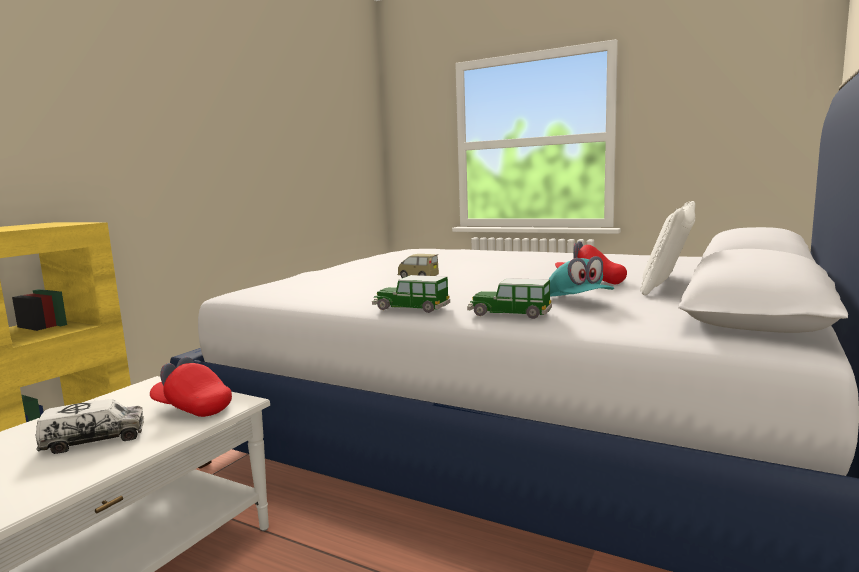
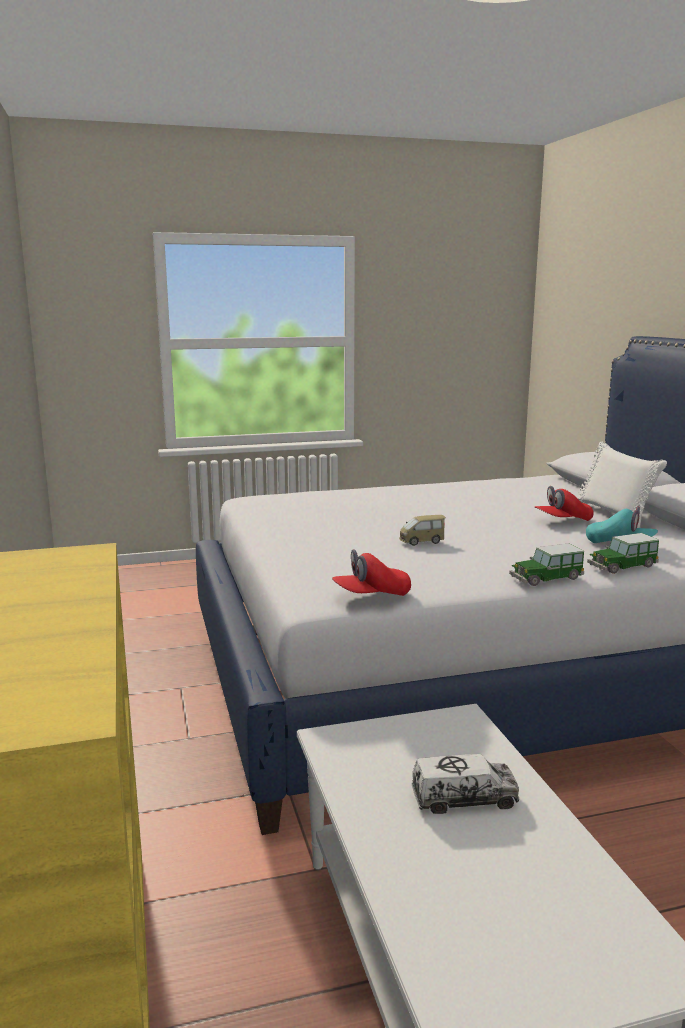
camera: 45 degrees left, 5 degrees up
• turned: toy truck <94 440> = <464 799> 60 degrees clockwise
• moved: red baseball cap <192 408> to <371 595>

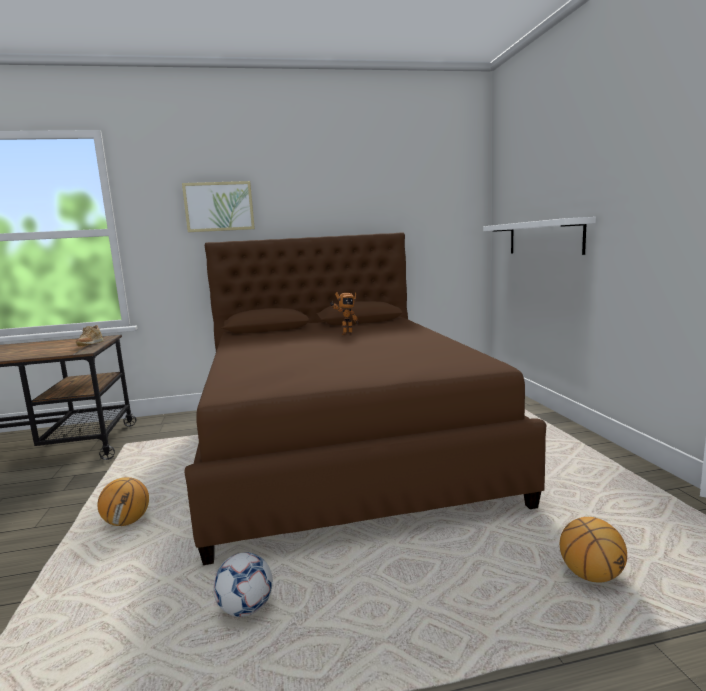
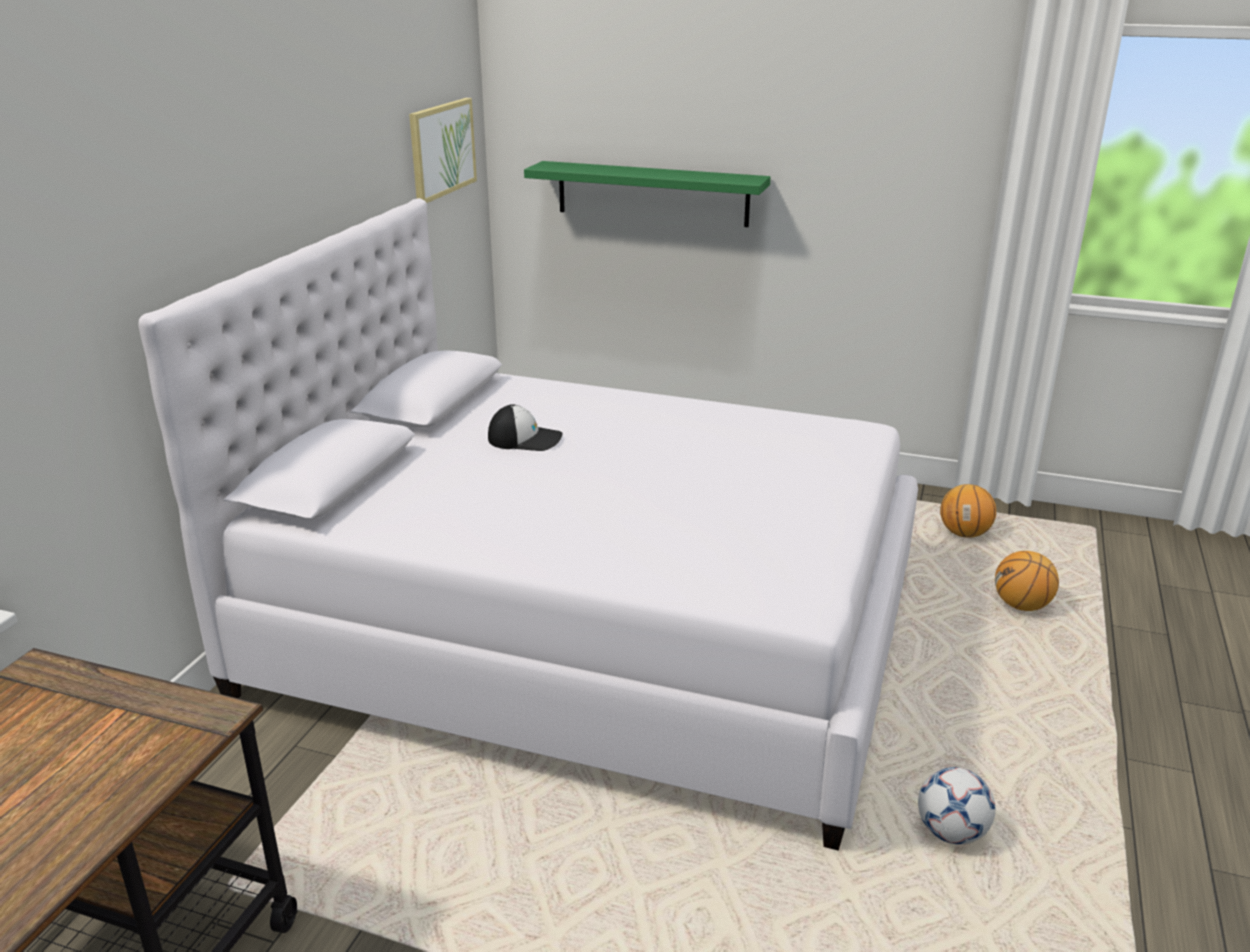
camera: 60 degrees left, 15 degrees up
• removed: beige-coloured low shoe <89 345>
• moved: basketball ball <127 522> to <964 534>
• moved: picture <219 206> to <442 149>
• recoloured: brown sleeping bed <341 445> to white sleeping bed <590 631>
• replaced: model robot <345 333> to baseball cap <525 439>
• recoloured: white shelf <544 237> to greenish shelf <652 193>

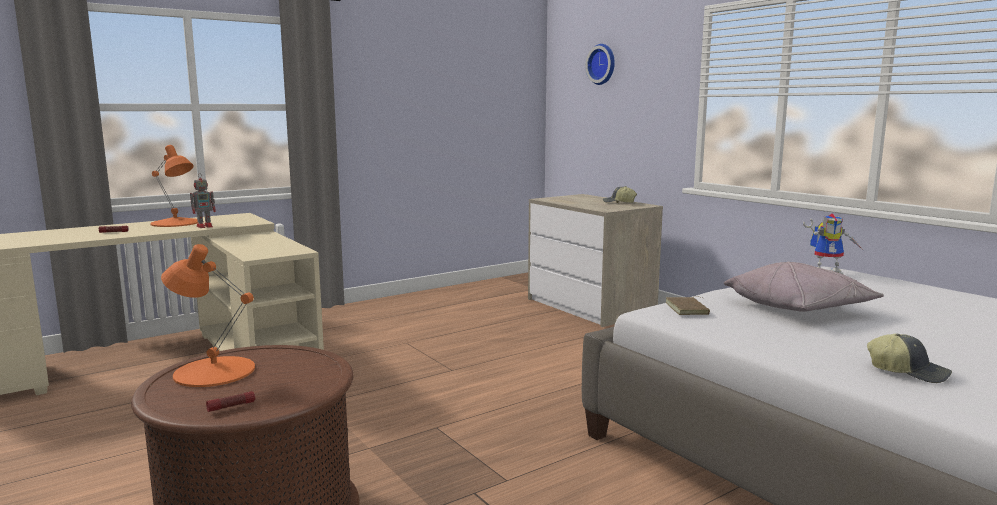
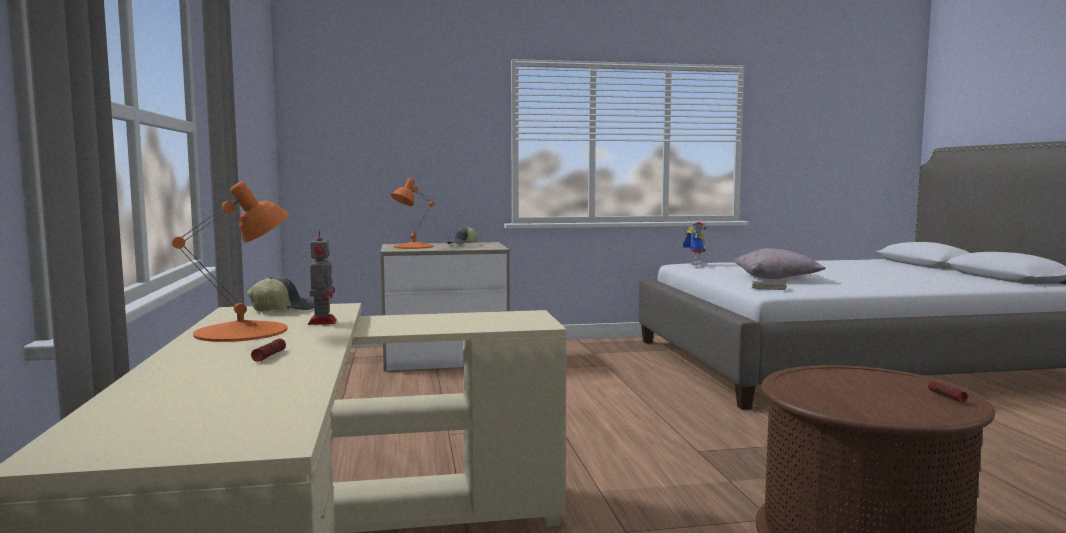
camera: 65 degrees left, 5 degrees down
• moved: orangey lamp for a table <214 371> to <413 246>
• removed: clock on the wall <602 64>
• moved: baseball cap <908 371> to <284 309>

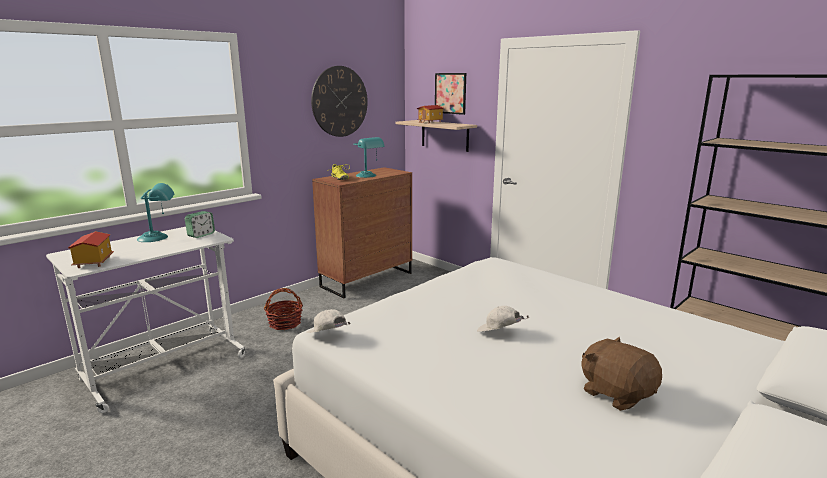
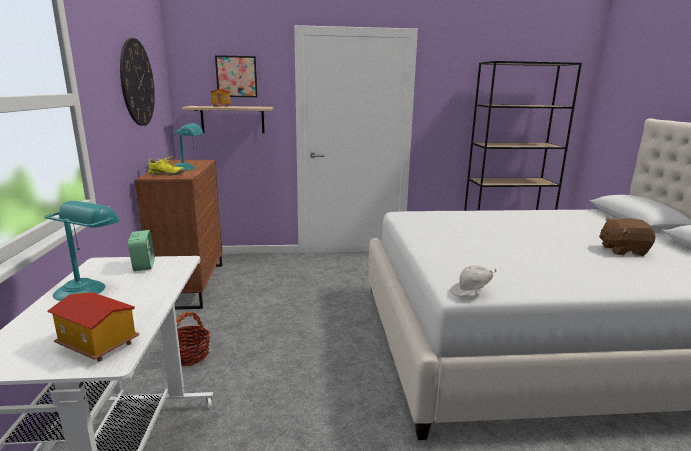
camera: 50 degrees left, 0 degrees up
• removed: white baseball cap <499 333>

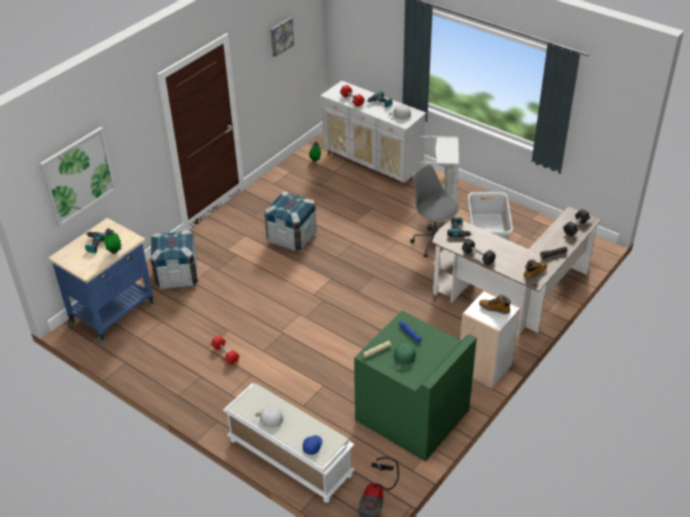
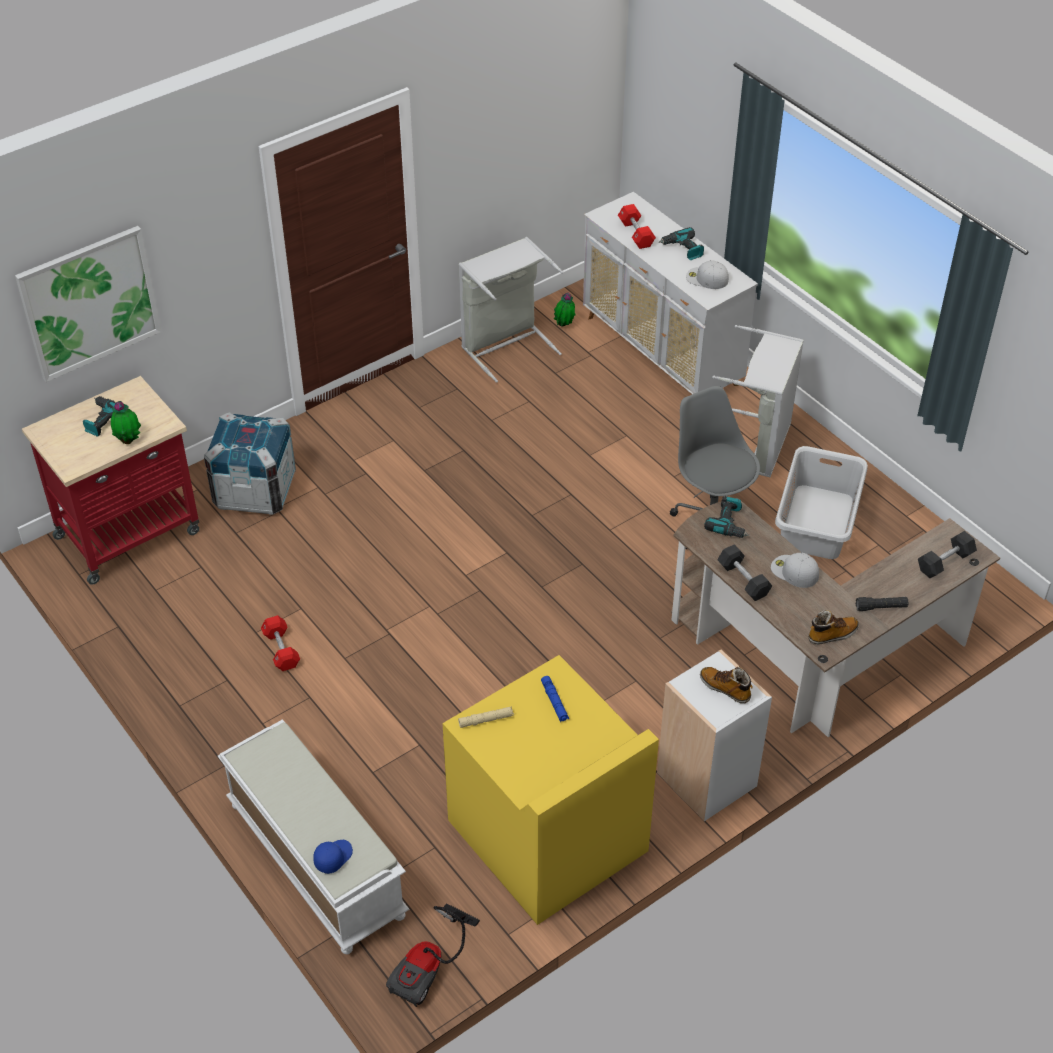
camera: 15 degrees right, 5 degrees up
• recoloured: blue cart <112 313> to red cart <129 534>
• moved: white baseball cap <267 418> to <794 571>
• removed: shipping crate <292 237>
• removed: picture <281 36>
• recoloured: greenish laundry machine <411 415> to yellow laundry machine <546 835>
• removed: greenish baseball cap <403 359>
• added: grey washing basket <506 346>

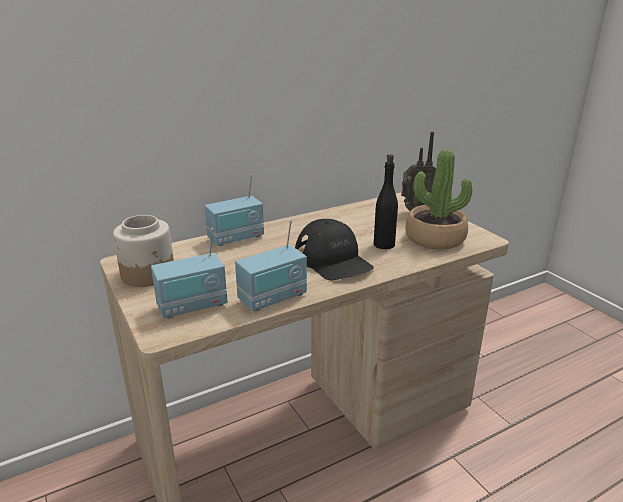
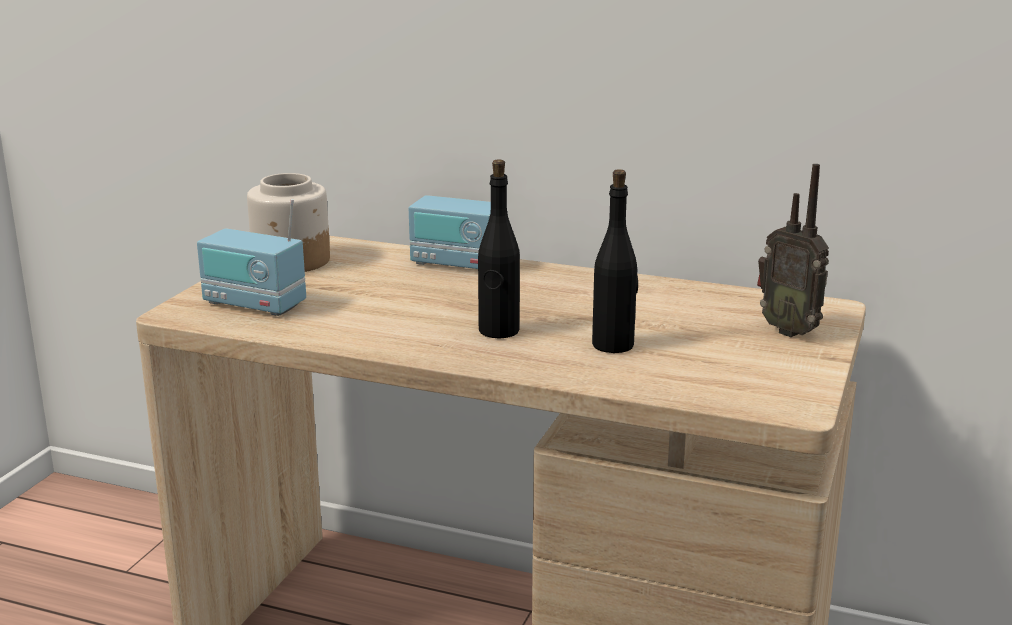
camera: 50 degrees right, 5 degrees down
• removed: radio <273 298>
• replaced: black-coloured baseball cap <333 260> to black-coloured bottle <498 331>
• removed: potted plant <435 238>

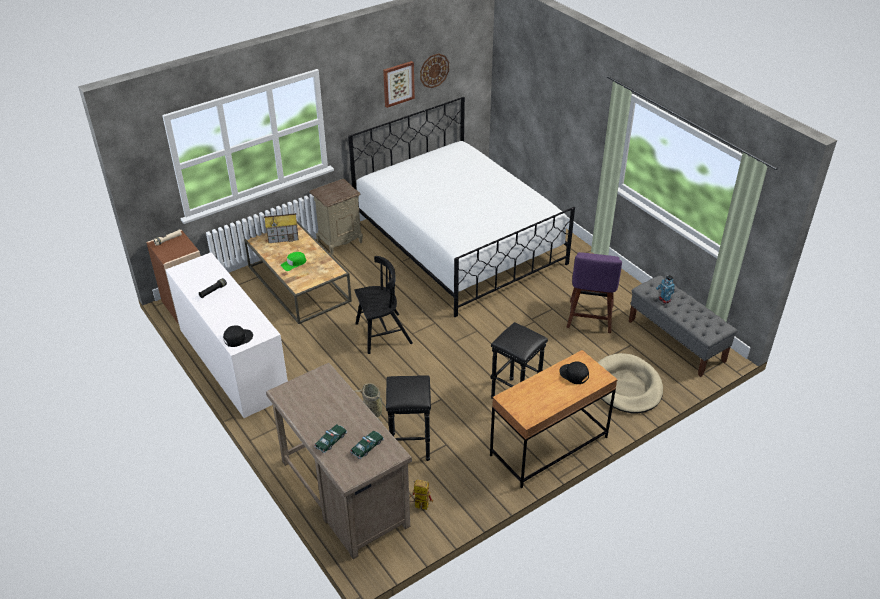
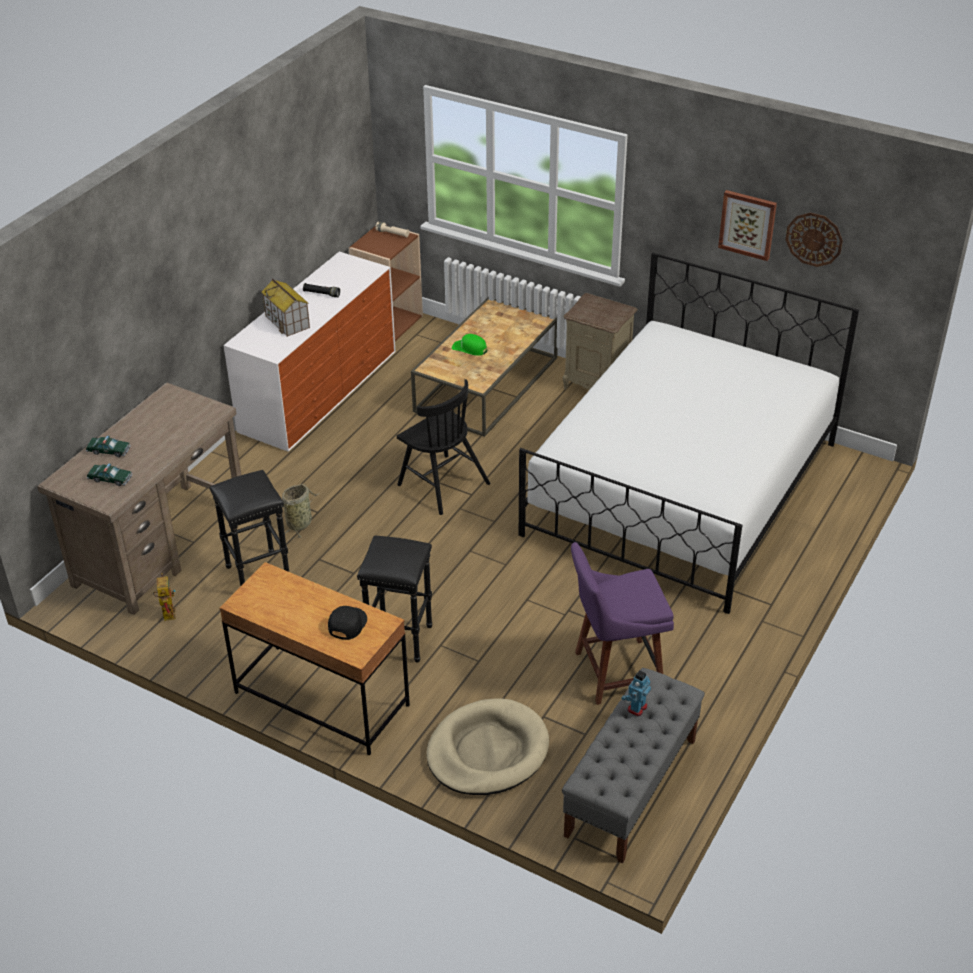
camera: 65 degrees right, 0 degrees up
• removed: black-coloured baseball cap <238 338>
• moved: model house <283 236> to <288 322>

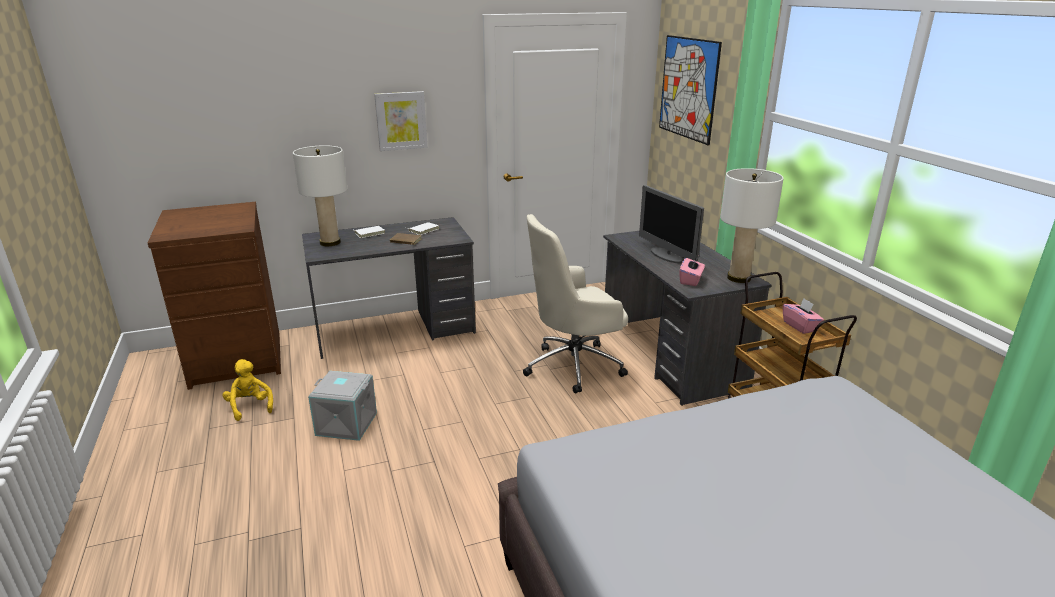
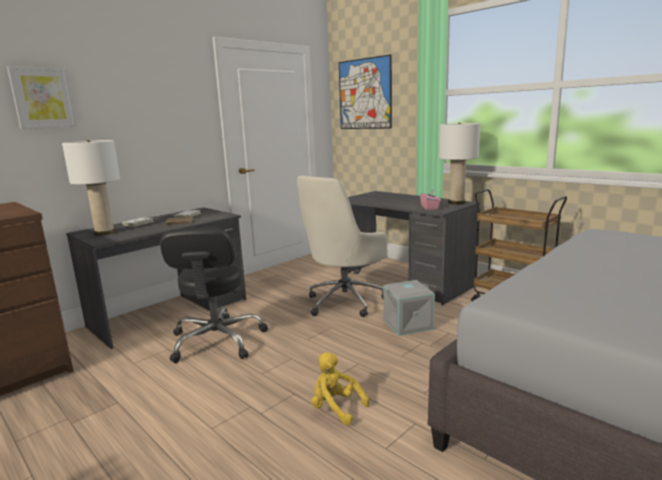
camera: 25 degrees left, 10 degrees down
• moved: yellow plush toy <250 406> to <336 408>
• moved: grey storage box <345 424> to <408 324>
• moved: picture <401 121> to <43 98>
• removed: monitor <666 256>
• removed: pinkish box of tissues <800 326>
• added: black-coloured computer chair <216 343>

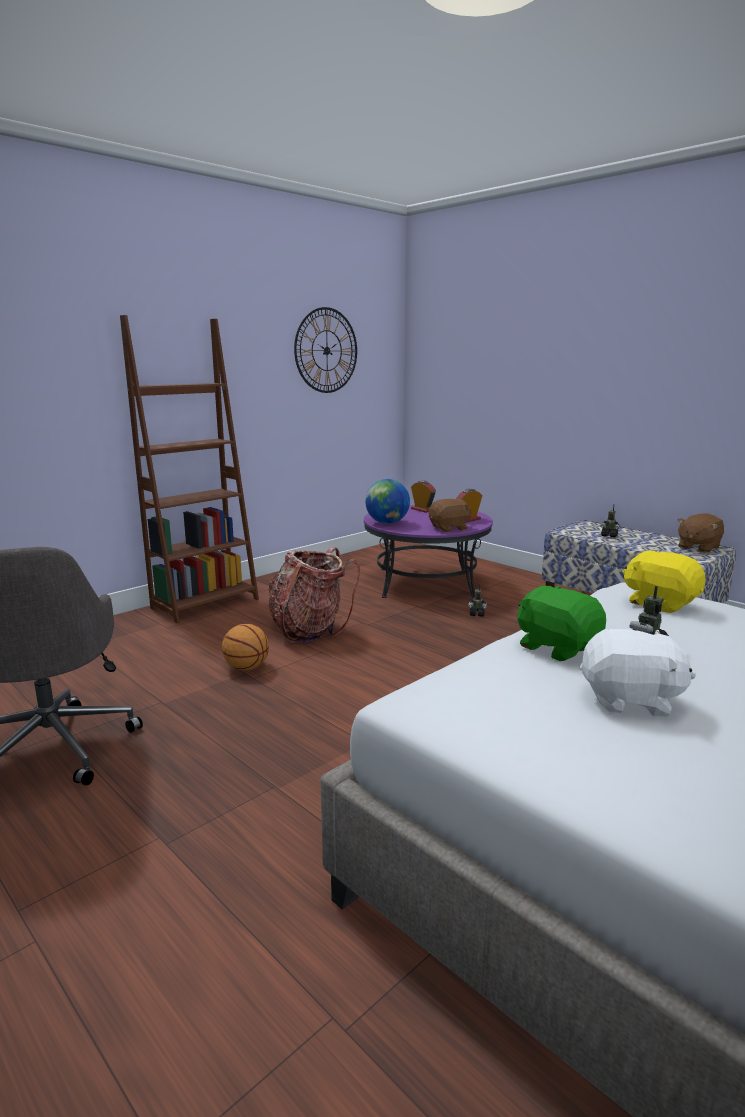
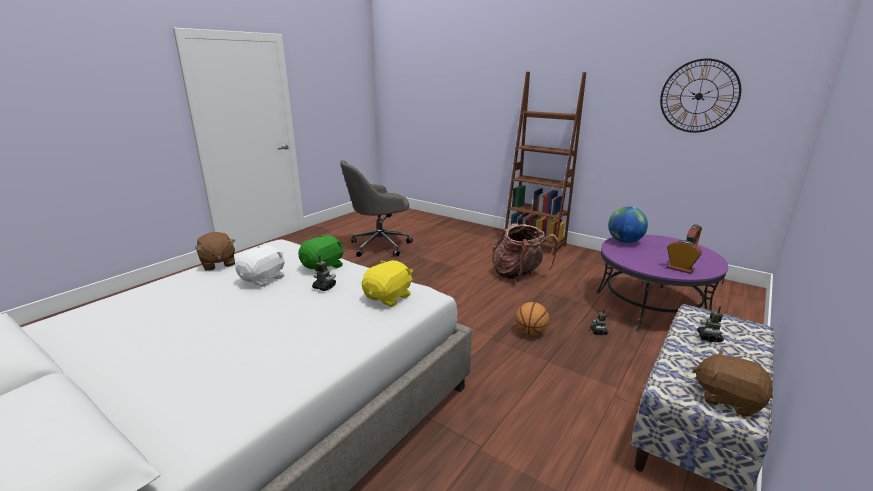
camera: 80 degrees right, 5 degrees up
• moved: basketball ball <247 668> to <531 332>
• moved: brown plush toy <450 528> to <218 264>
• turned: white plush toy <630 700> = <264 279> 150 degrees counterclockwise

